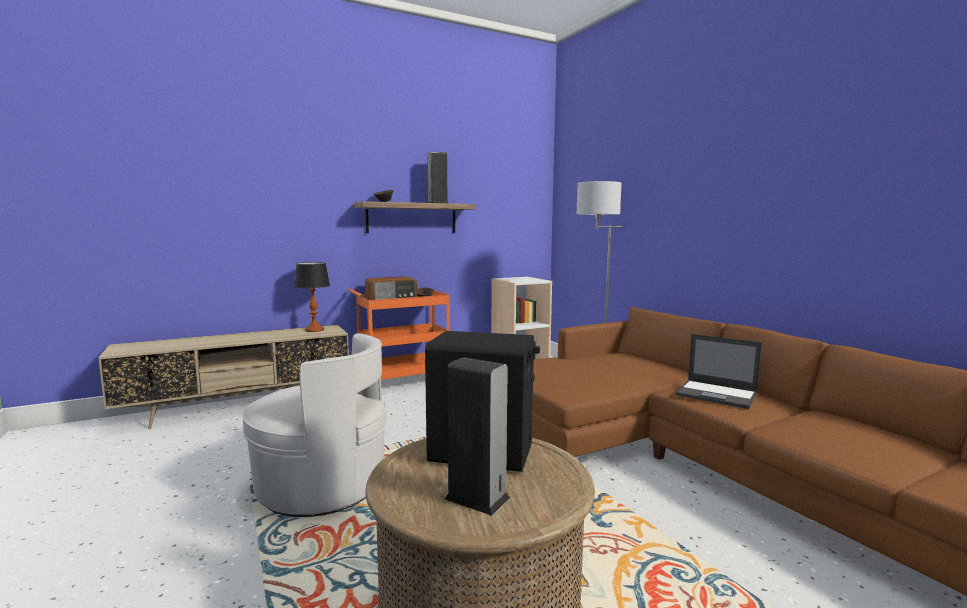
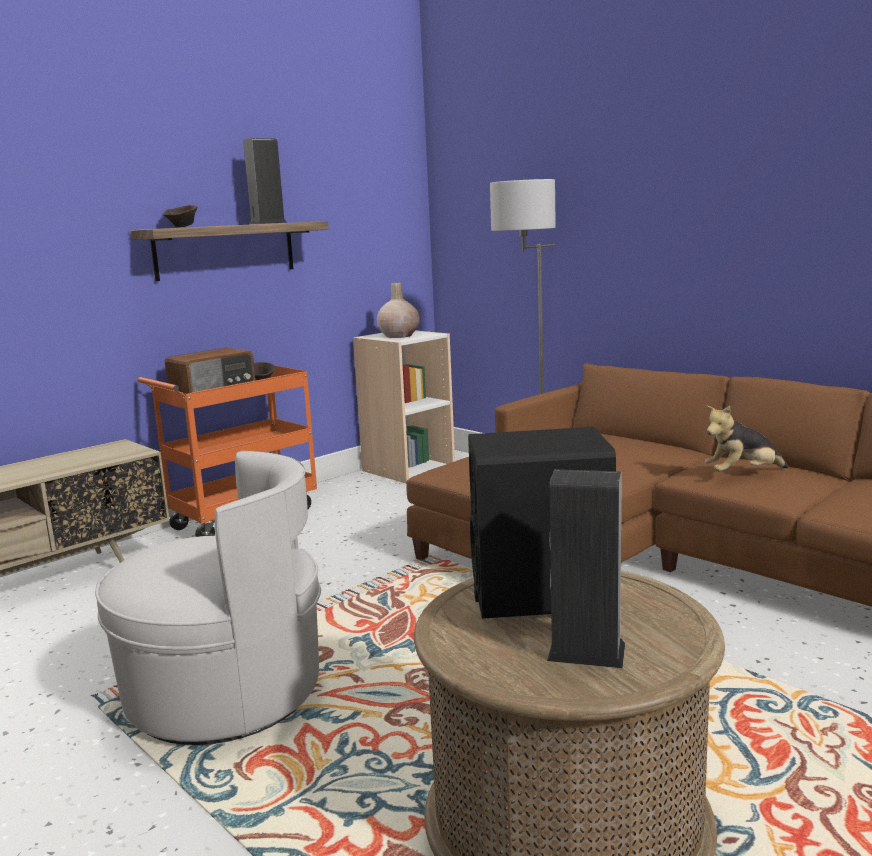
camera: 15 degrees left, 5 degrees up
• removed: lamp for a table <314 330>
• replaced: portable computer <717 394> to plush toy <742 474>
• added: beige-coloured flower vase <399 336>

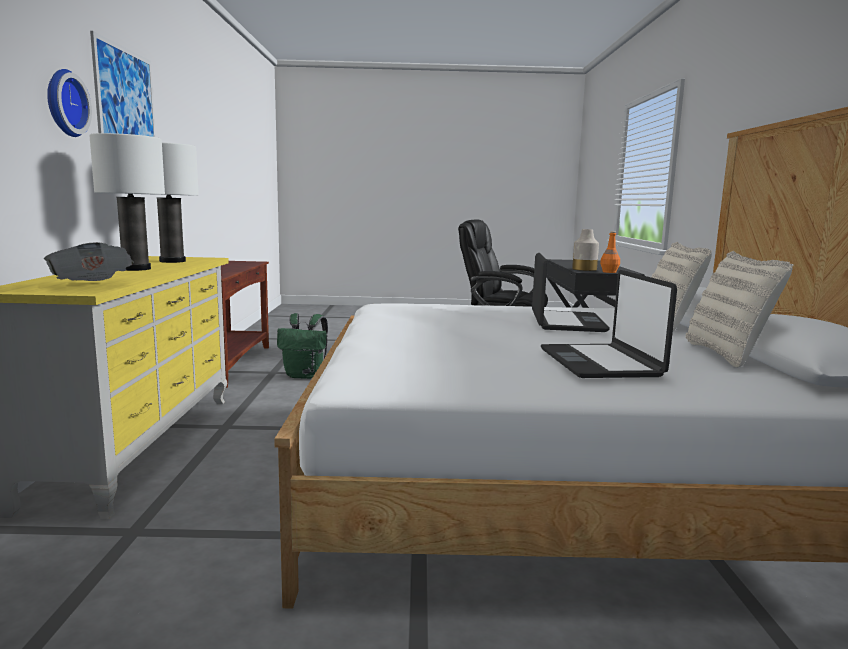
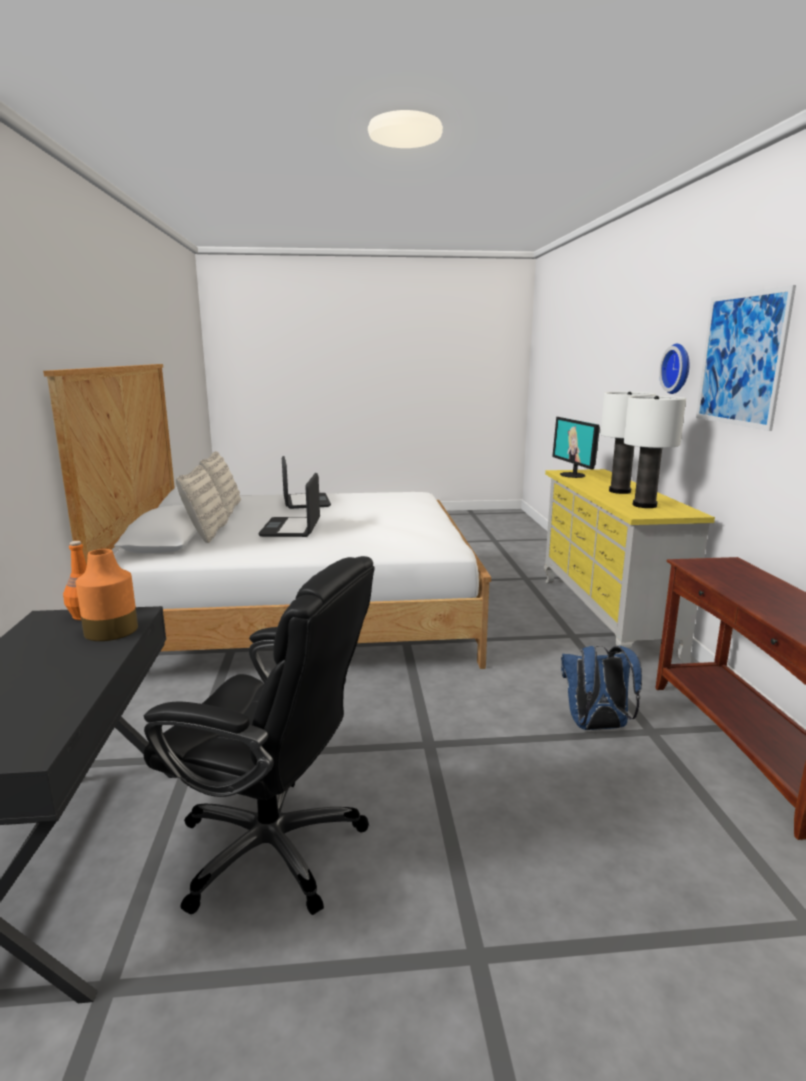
camera: 175 degrees right, 5 degrees up
• replaced: daily paper <92 285> to monitor <573 475>
• recoloured: greenish knapsack <305 375> to blue knapsack <596 726>
• recoloured: beige-coloured flower vase <584 269> to orangey flower vase <111 630>

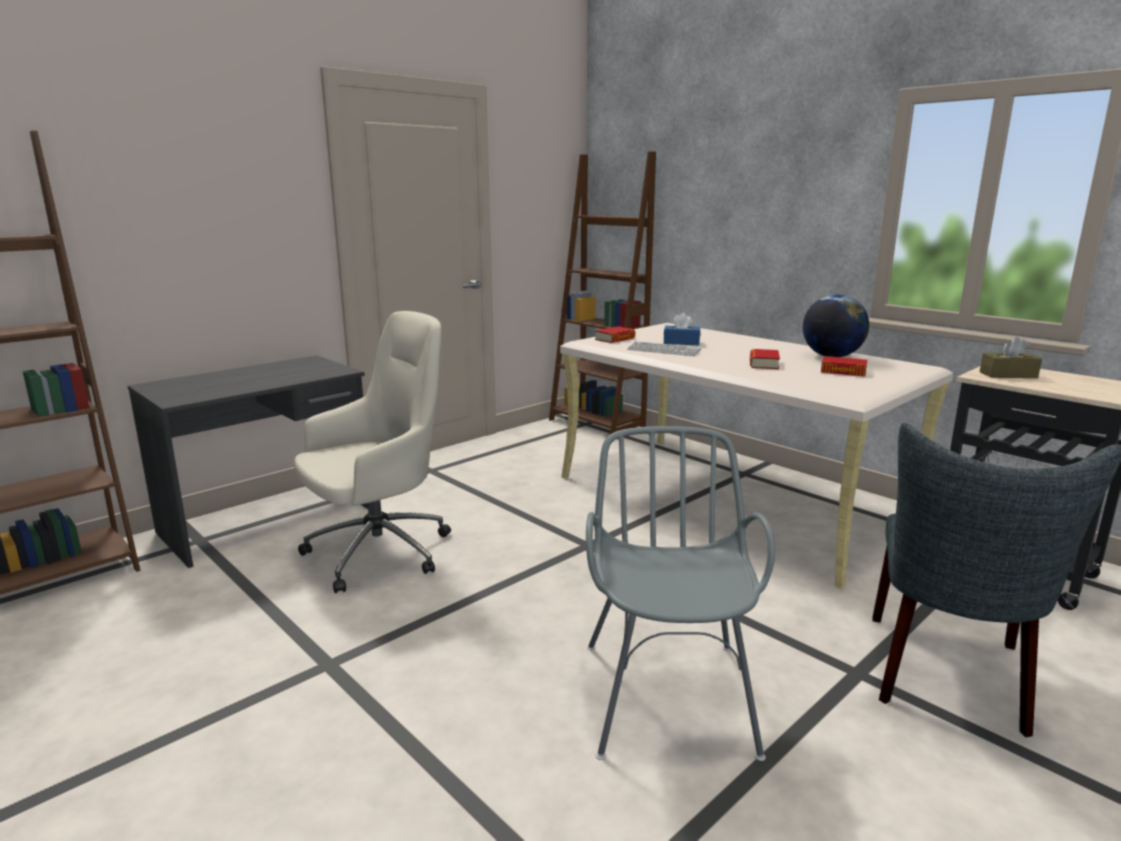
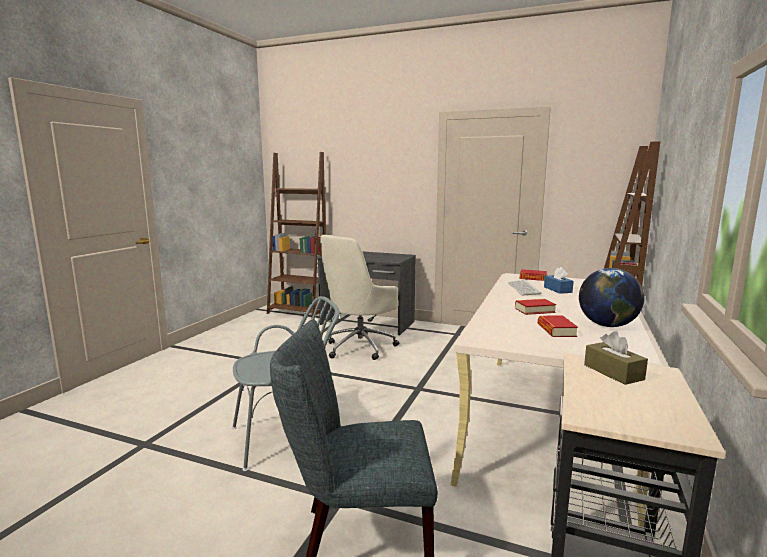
camera: 65 degrees right, 5 degrees down
• turned: beige-coloured computer chair <380 553> = <360 348> 105 degrees clockwise

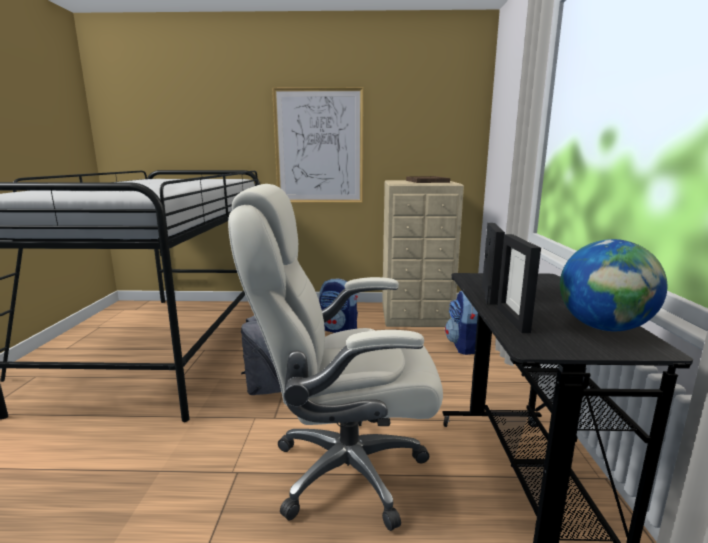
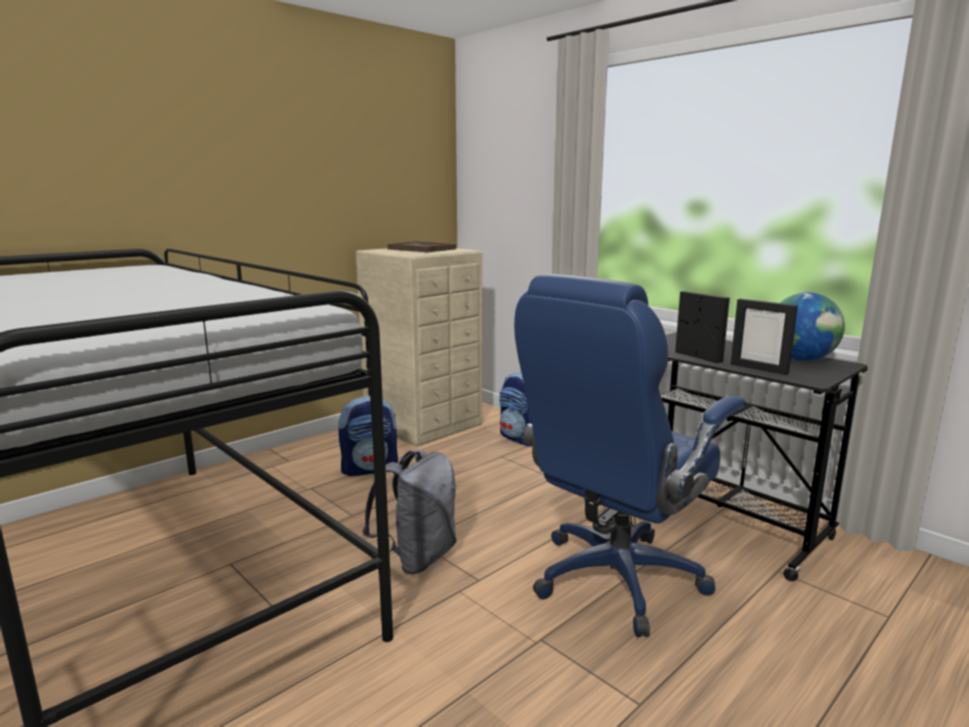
camera: 45 degrees left, 0 degrees up
• recoloured: white computer chair <345 470> to blue computer chair <615 580>
• removed: picture <319 147>

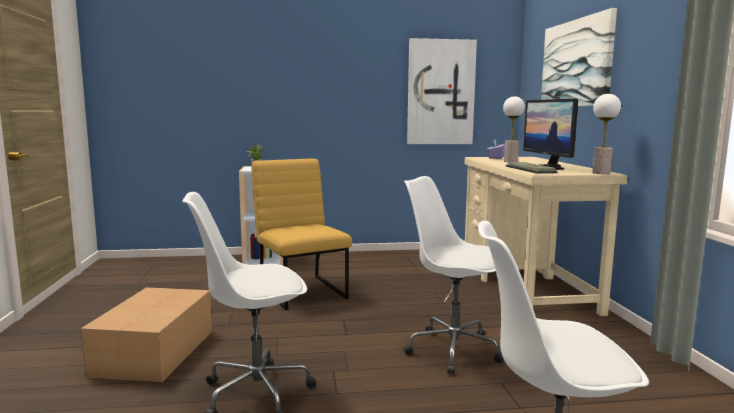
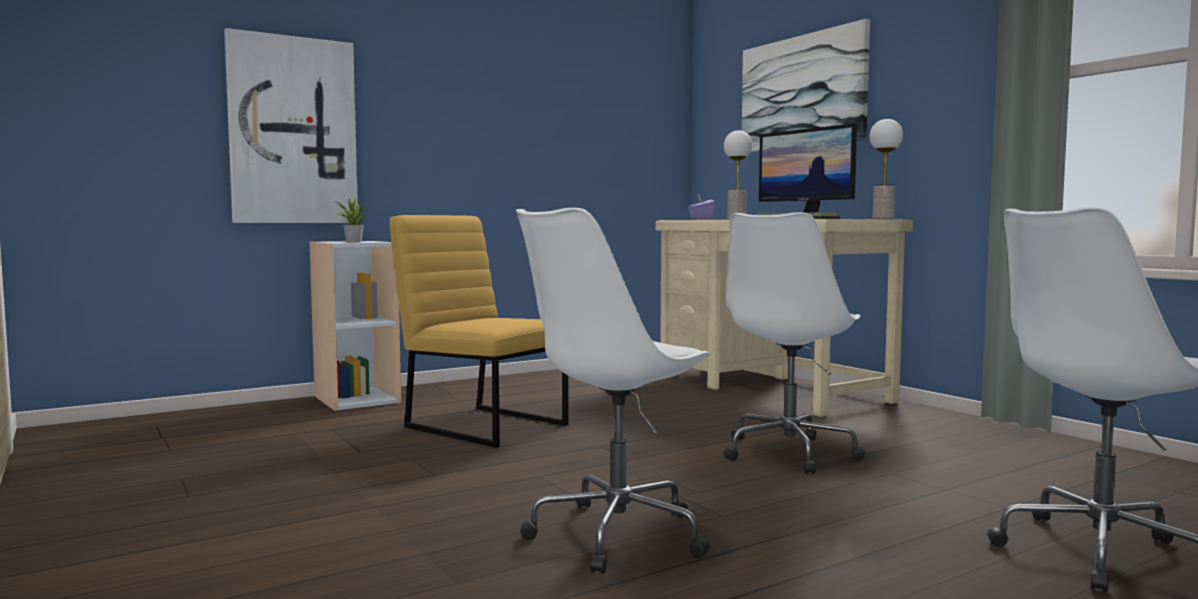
camera: 25 degrees left, 5 degrees down
• removed: cardboard box <156 351>
• turned: white computer chair <450 350> = <787 455> 60 degrees counterclockwise
• moved: picture <440 92> to <293 131>

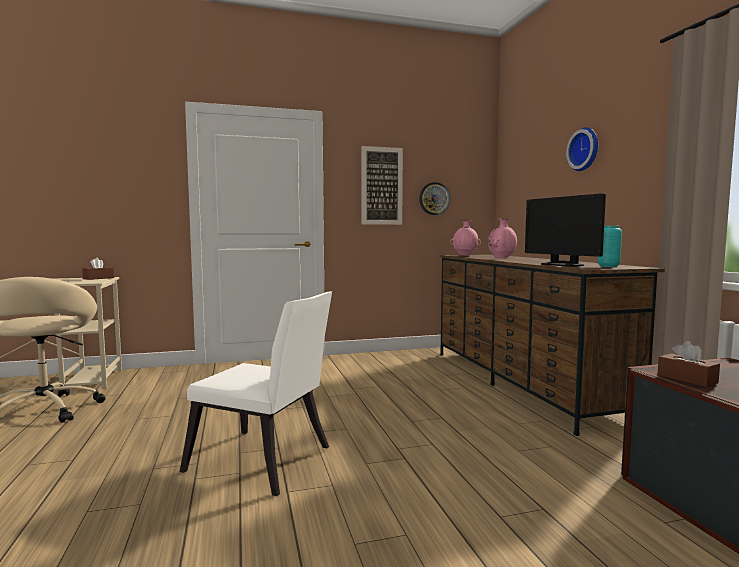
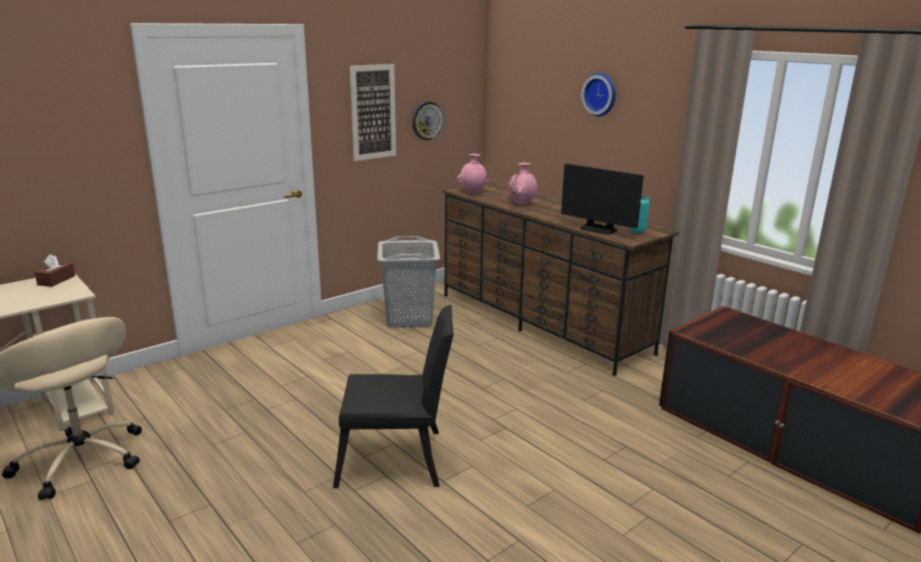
camera: 25 degrees left, 15 degrees up
• recoloured: white plain chair <265 462> to black-coloured plain chair <397 460>
• removed: brown box of tissues <687 379>
• added: grey washing basket <409 318>

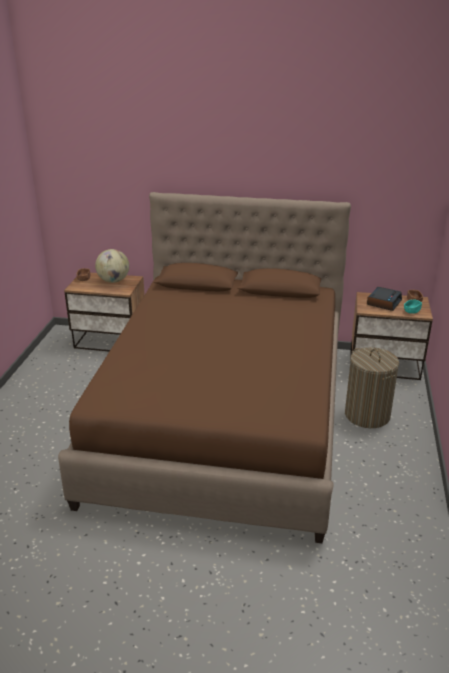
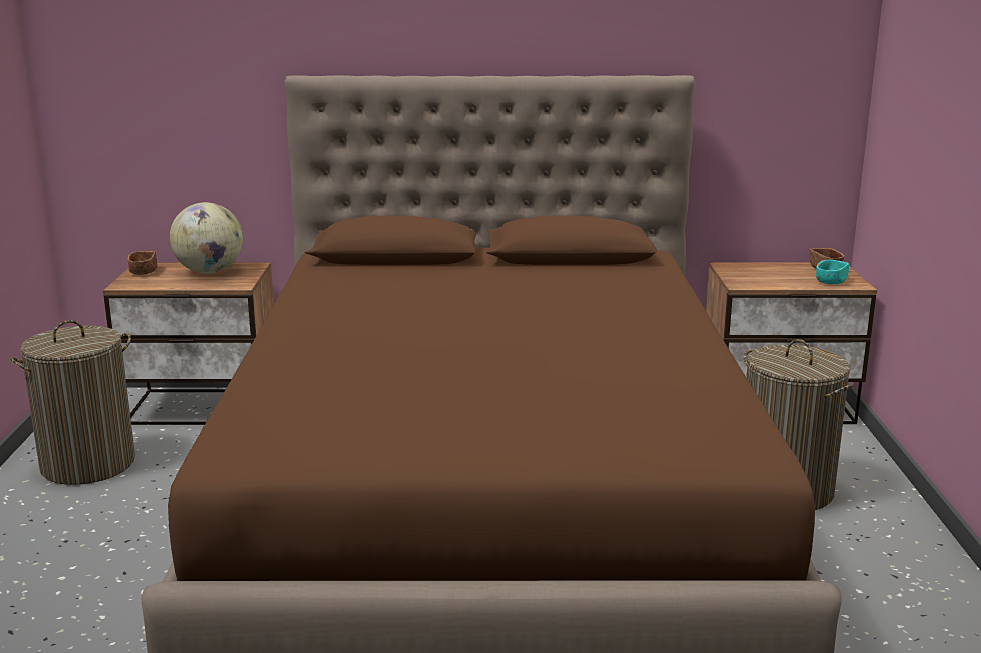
camera: 10 degrees left, 10 degrees down
• removed: table clock <383 302>
• added: washing basket <88 464>

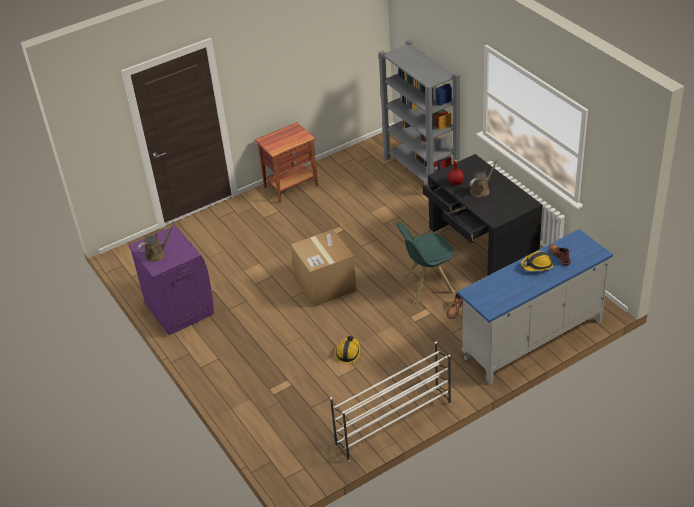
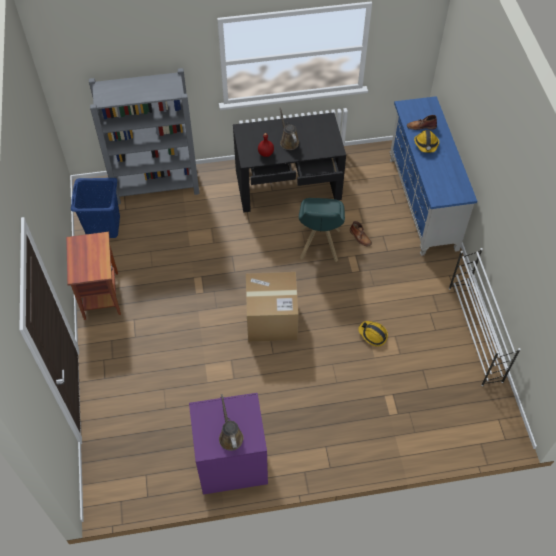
camera: 70 degrees left, 15 degrees up
• added: blue washing basket <103 226>

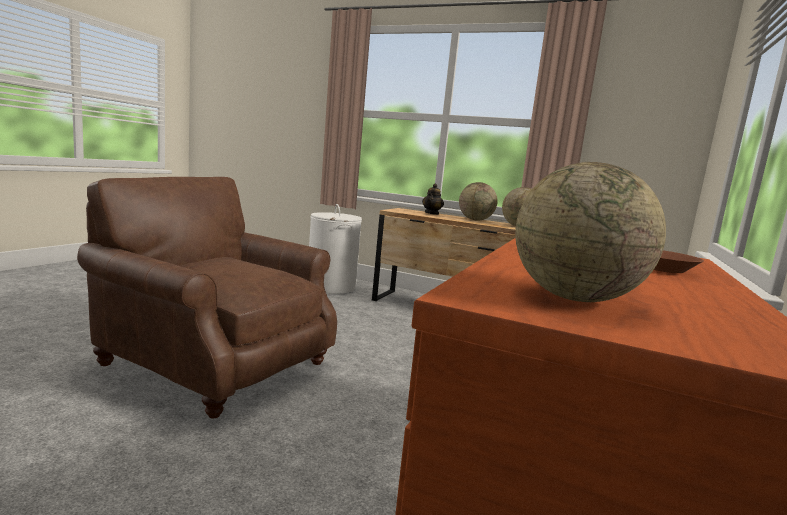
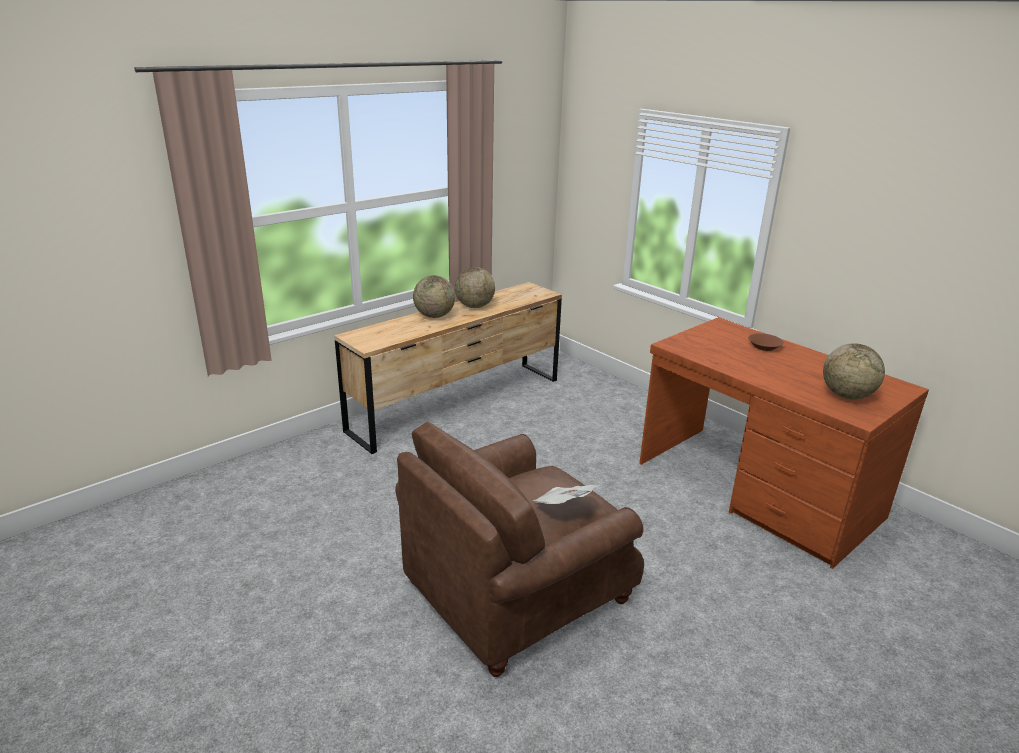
camera: 65 degrees left, 15 degrees up
• removed: white washing basket <331 287>
• removed: tea pot <432 213>
• added: daily paper <563 507>

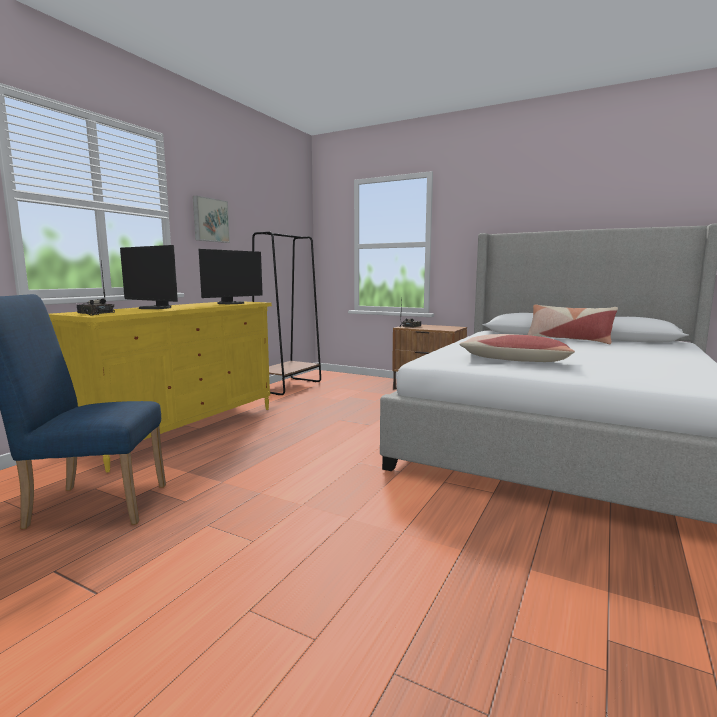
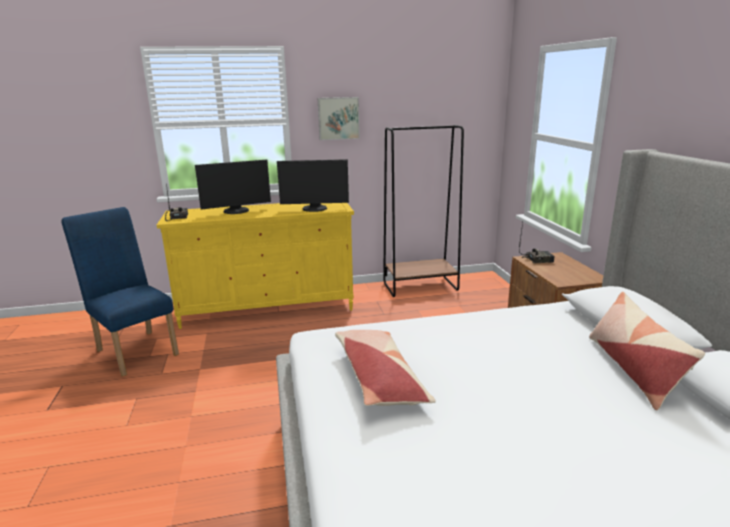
camera: 50 degrees right, 10 degrees up
• turned: monitor <153 308> = <236 211> 105 degrees counterclockwise

